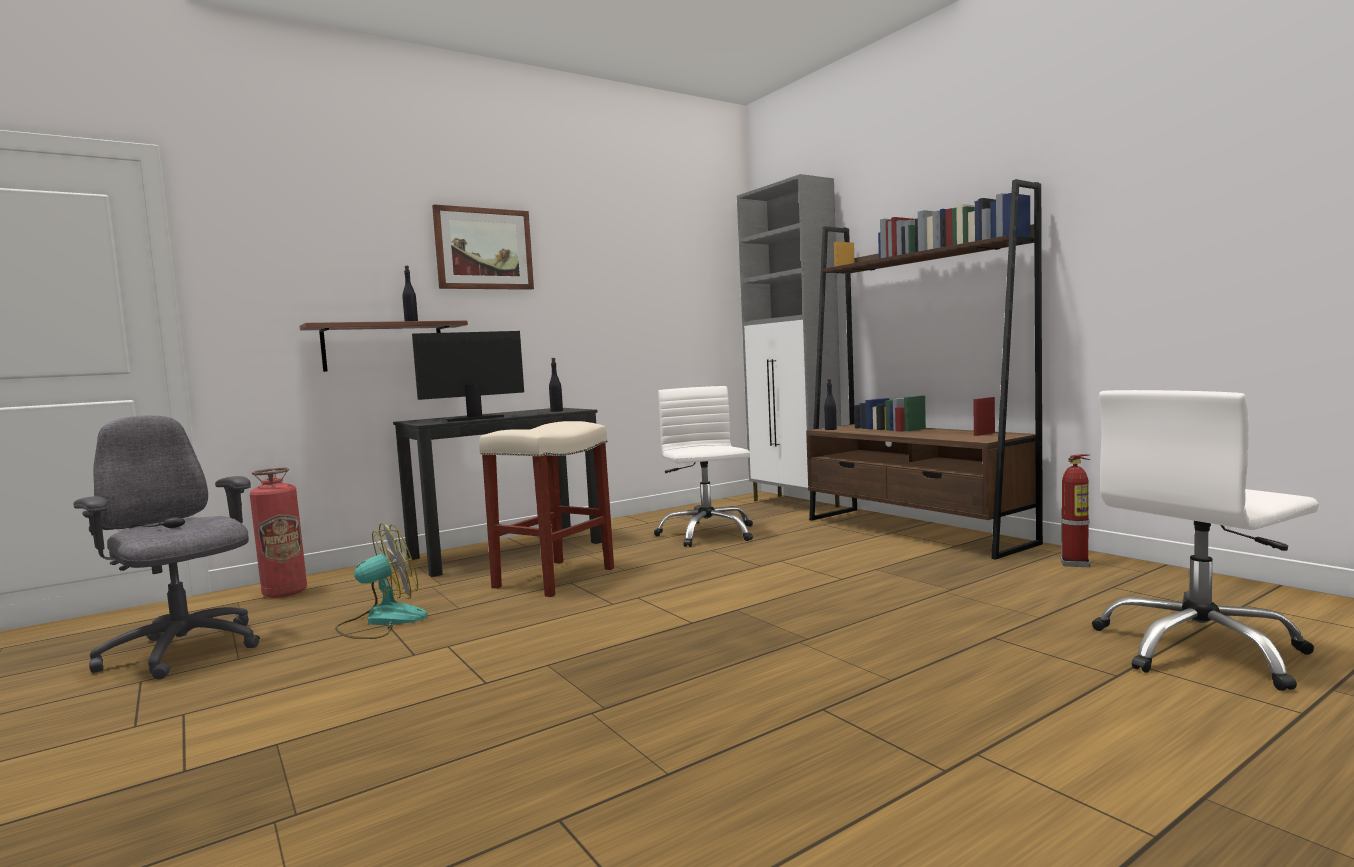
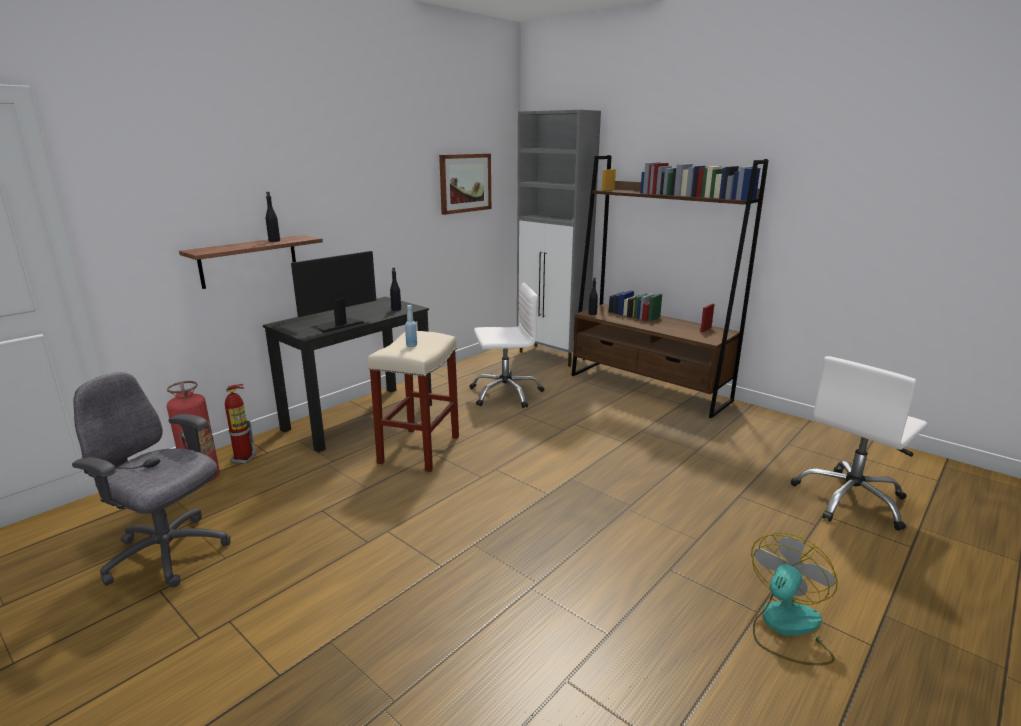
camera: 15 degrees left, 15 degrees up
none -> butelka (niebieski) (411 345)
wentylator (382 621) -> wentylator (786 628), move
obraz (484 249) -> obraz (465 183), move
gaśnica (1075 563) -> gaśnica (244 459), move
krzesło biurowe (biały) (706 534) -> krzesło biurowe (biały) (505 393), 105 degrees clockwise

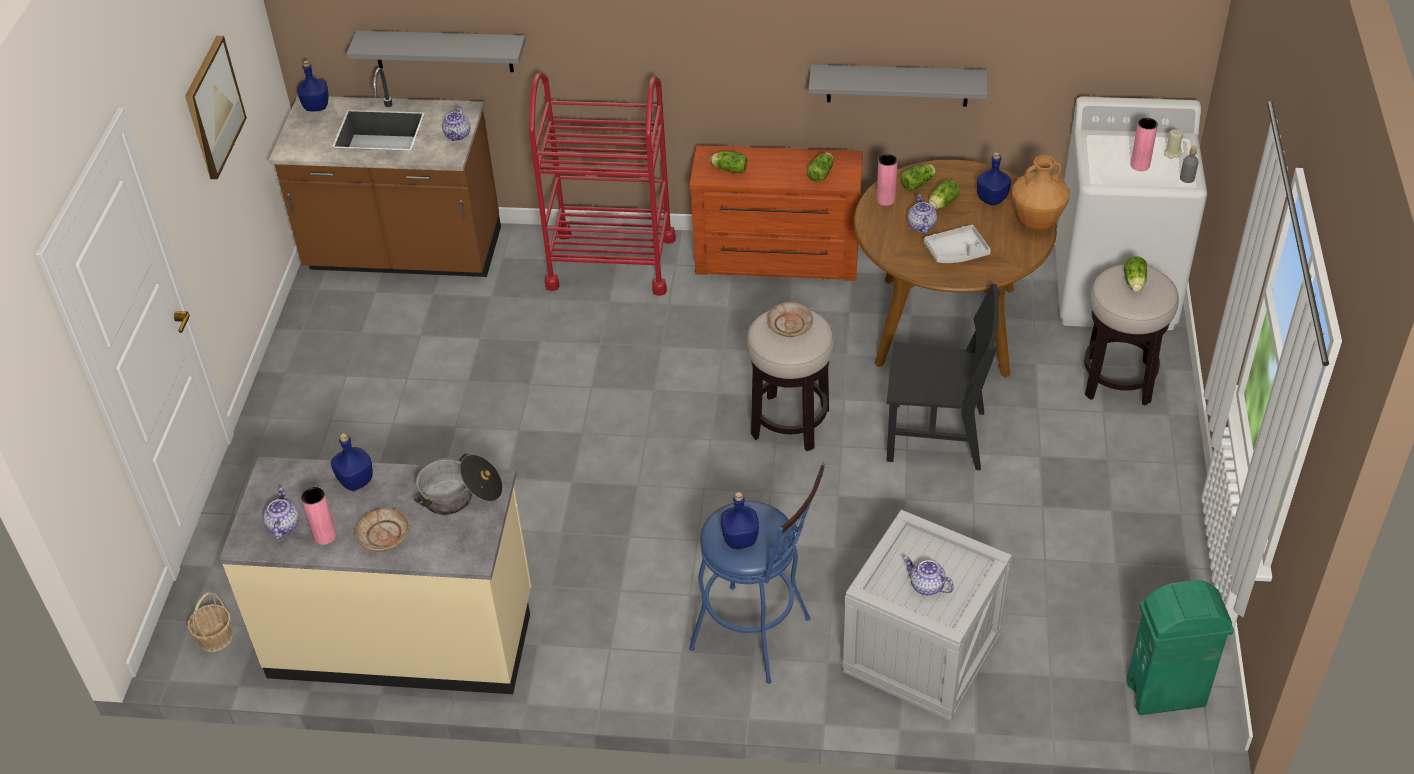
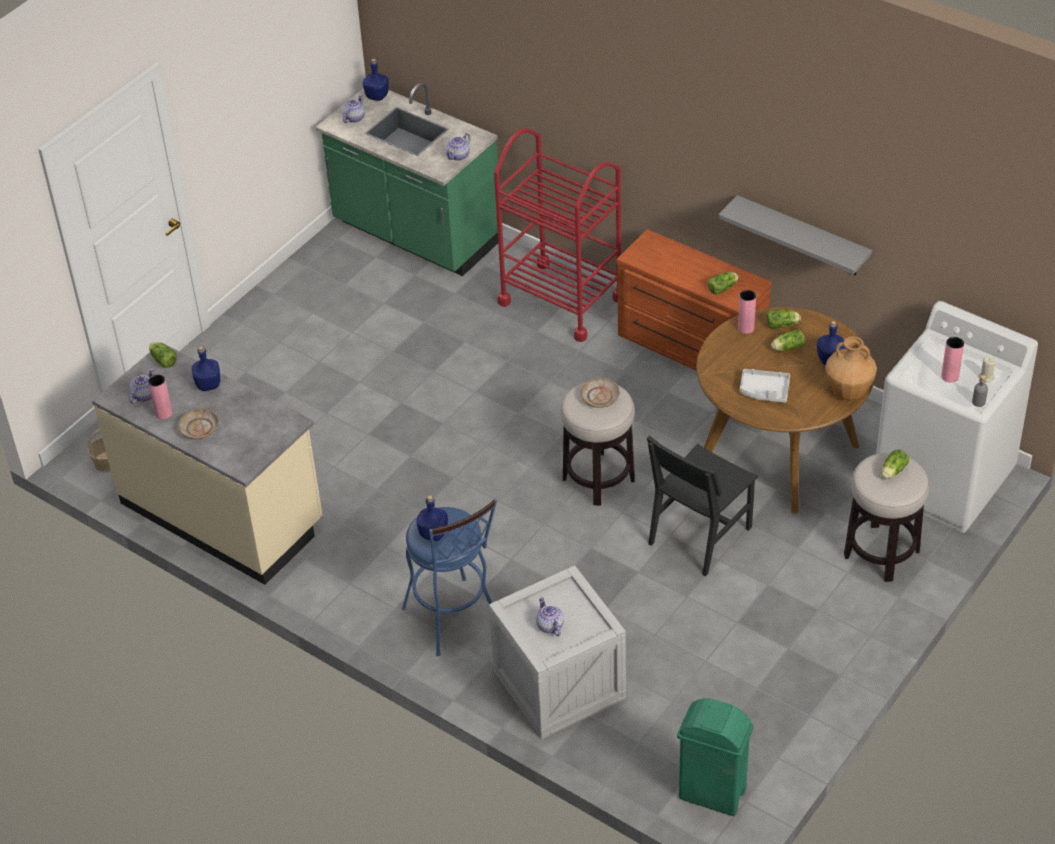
camera: 30 degrees right, 0 degrees up
obraz (213 107) -> none
półka (szary) (443 51) -> none
garnek (460 495) -> none
sałata (728 169) -> sałata (163 360), move
imbryk (921 225) -> imbryk (354 118), move
zabudowa kuchenna (brązowy) (404 254) -> zabudowa kuchenna (zielony) (416 235)
krzesło (czarny) (936 436) -> krzesło (czarny) (699 535), 90 degrees clockwise

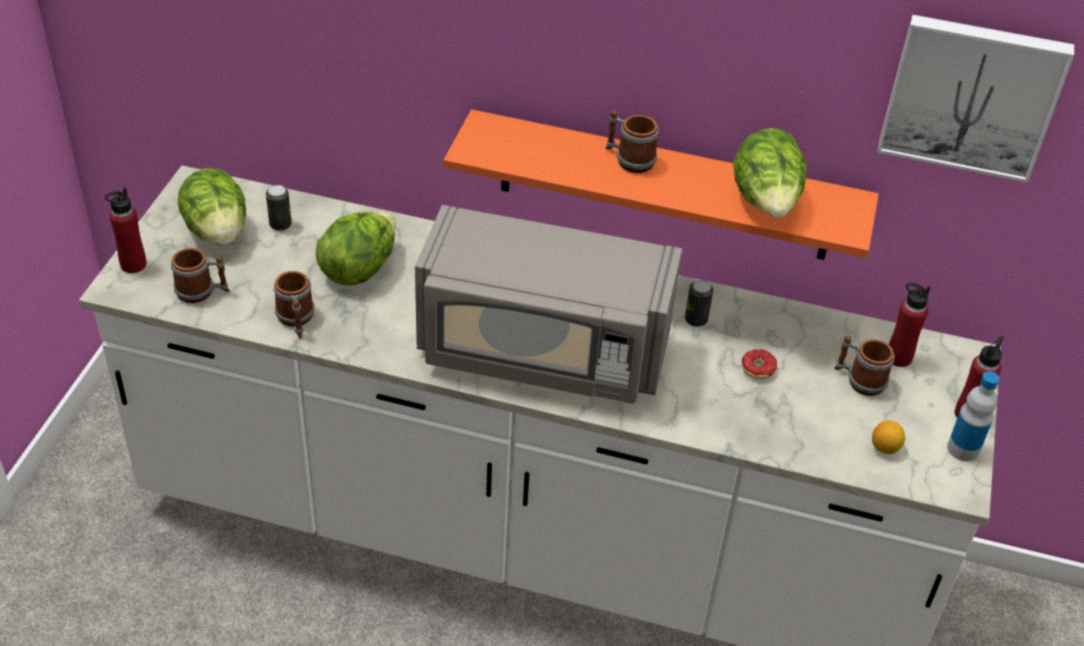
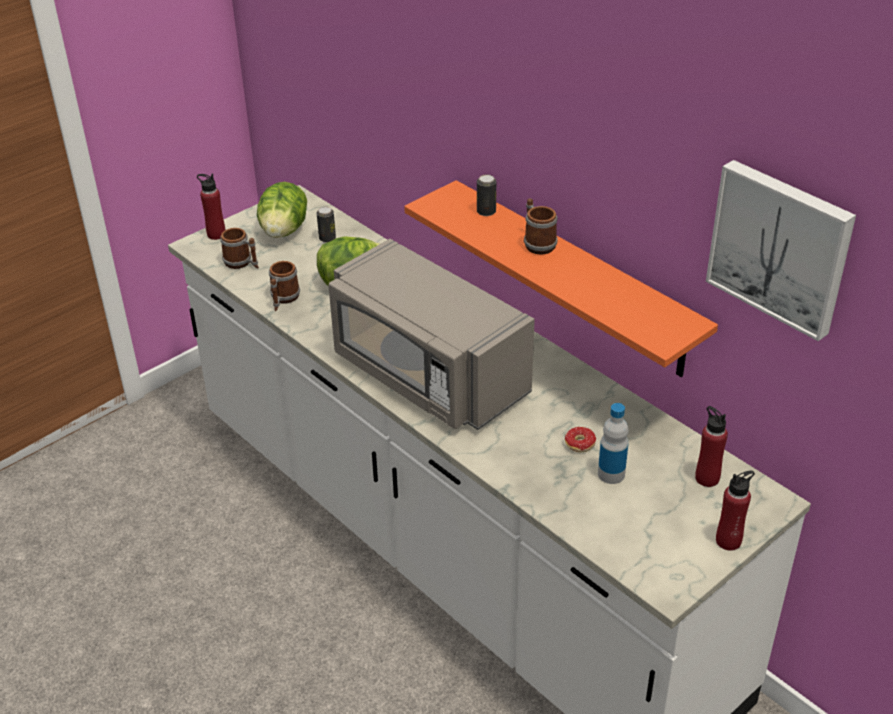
camera: 35 degrees right, 5 degrees down
sałata (766 203) -> none
kubek (859 380) -> none
cytryna (885 448) -> none
puszka (696 319) -> puszka (486 211), move
butelka (963 449) -> butelka (611 474), move

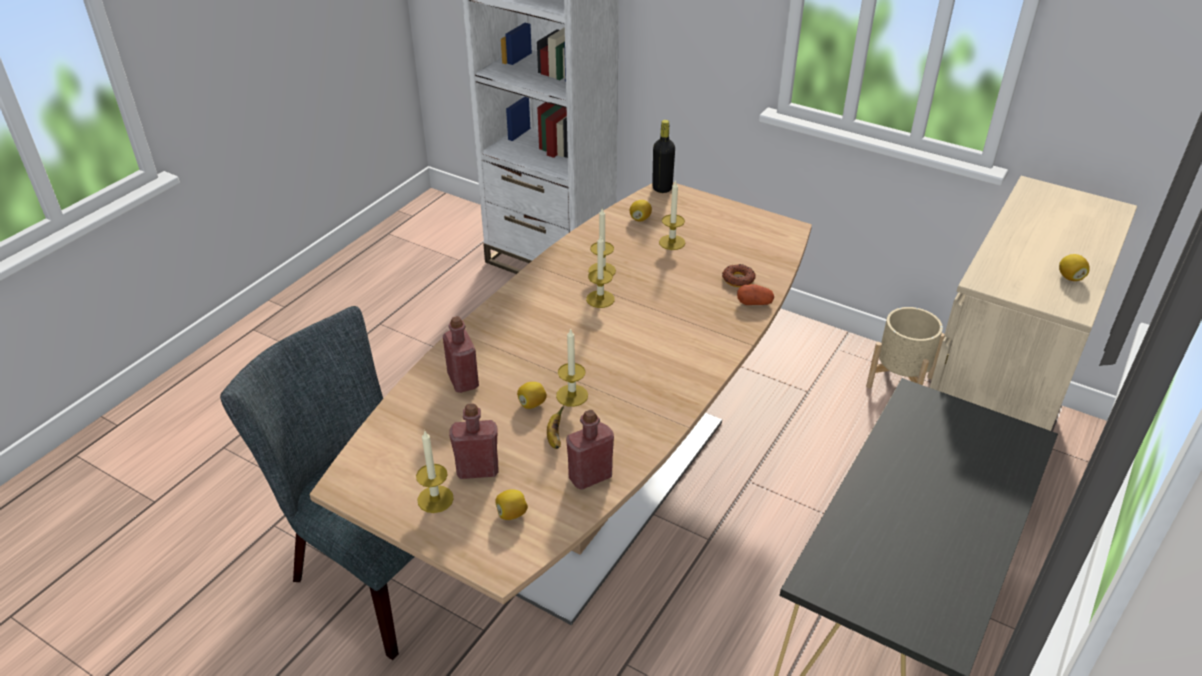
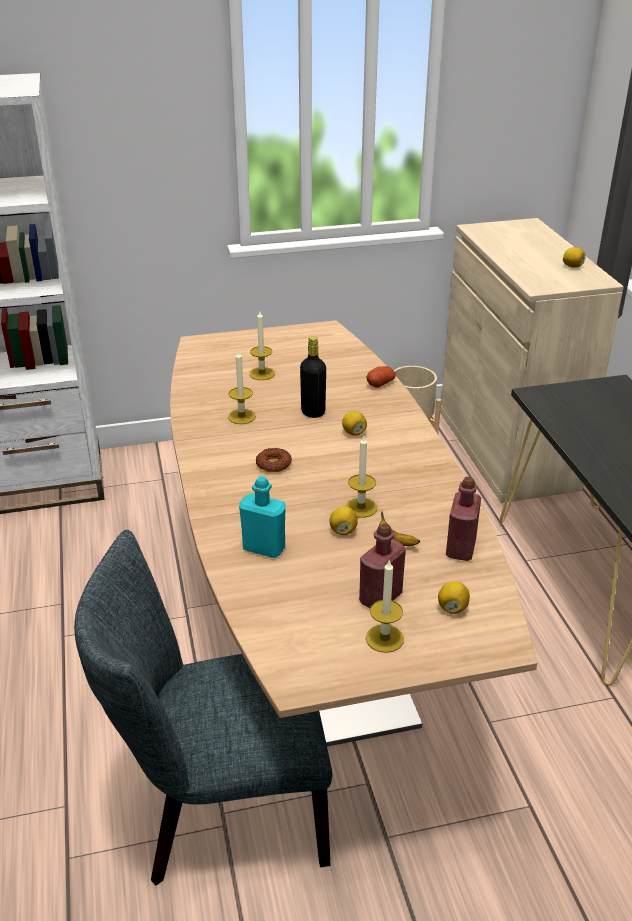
camera: 45 degrees left, 5 degrees down
świeca (600 299) -> none
cytryna (640 219) -> cytryna (353 432), move
butelka (czarny) (662 188) -> butelka (czarny) (313 412), move
donut (738 279) -> donut (273 464), move
butelka (czerwony) (463 381) -> butelka (turkusowy) (264 548)

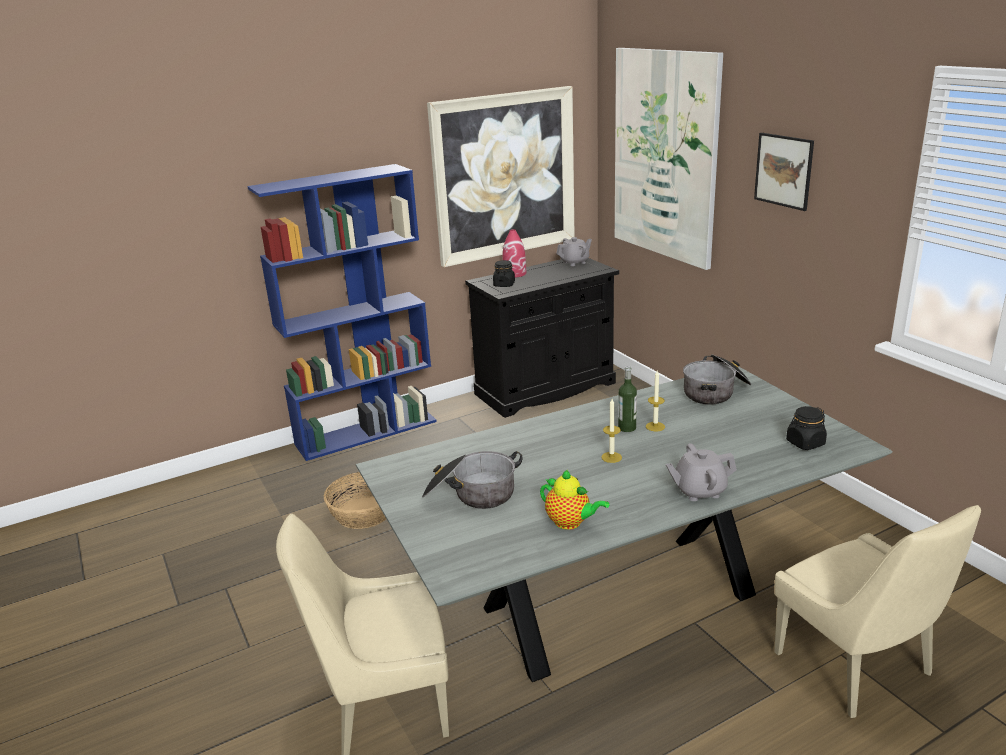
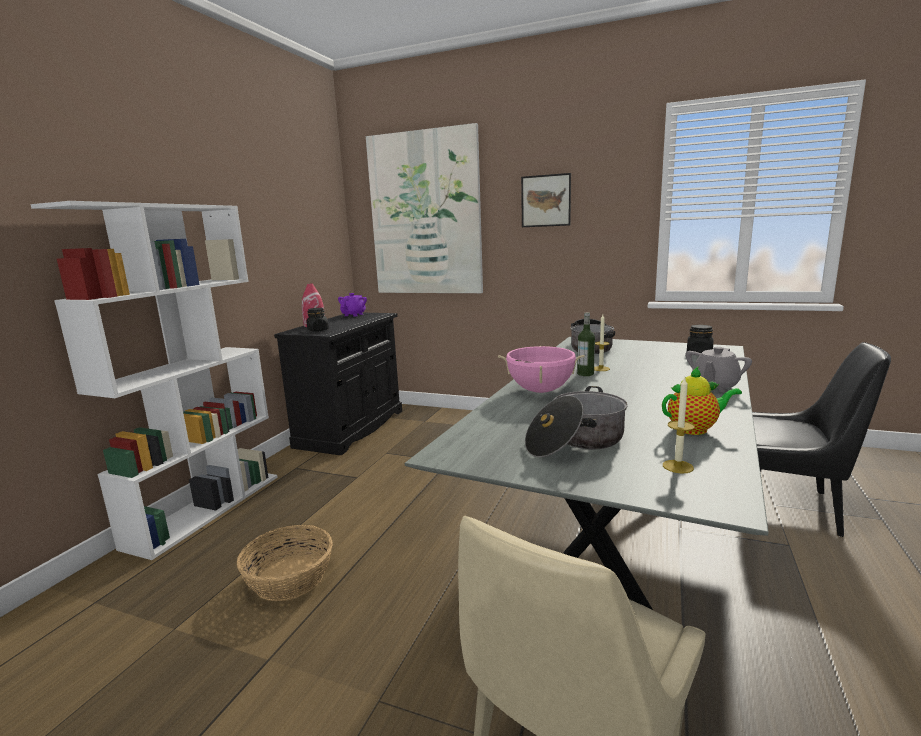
camera: 40 degrees left, 10 degrees down
obraz (504 175) -> none
none -> garnek (różowy) (540 391)
świeca (611 457) -> świeca (677 466), move
regał (niebieski) (367 432) -> regał (biały) (206 509)
imbryk (szary) (574 262) -> imbryk (fioletowy) (353 315)
krzesło (beżowy) (856 667) -> krzesło (czarny) (792 507)

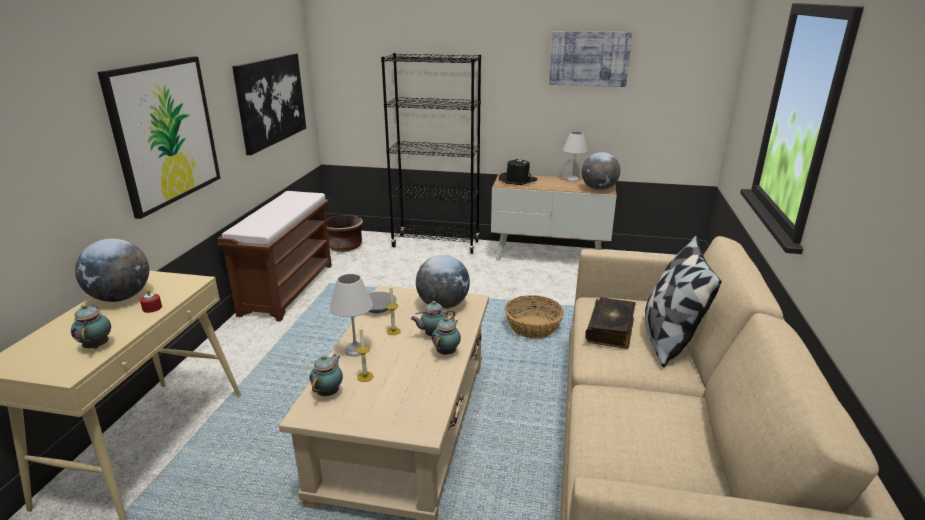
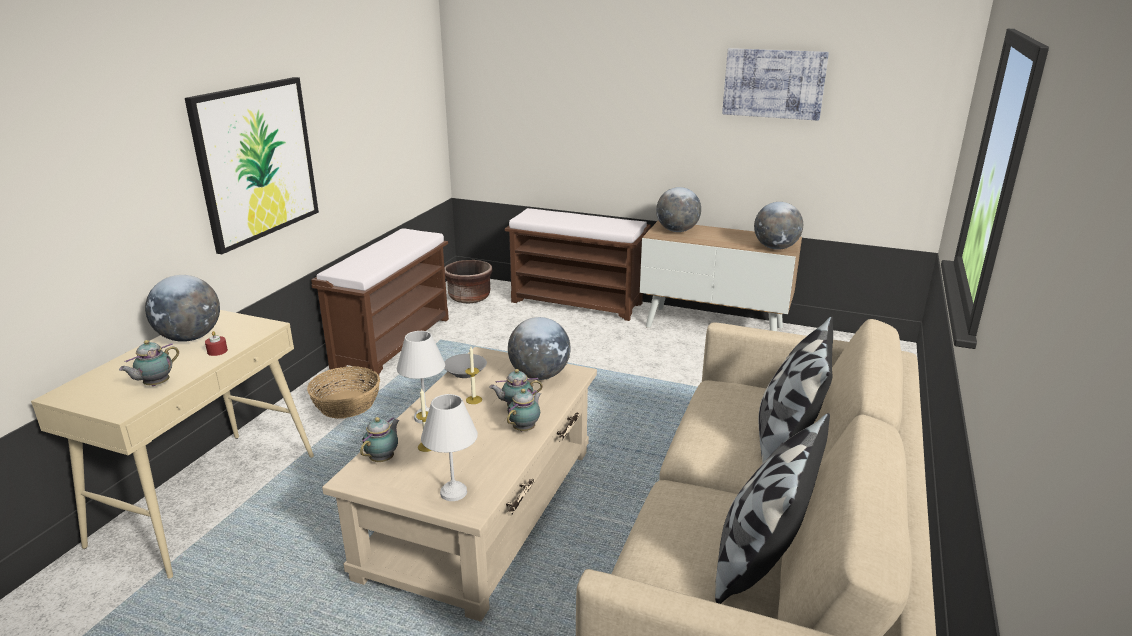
camera: 10 degrees right, 0 degrees up
obraz (271 101) -> none
książka (611 330) -> none
none -> poduszka (760 560)
koszyk (532 327) -> koszyk (347 404), move
lampa stołowa (biały) (573 180) -> lampa stołowa (biały) (454 493), move
regał (czarny) (436 244) -> ławka (brązowy) (578 302)
kapelusz (czarny) (517 180) -> globus (677 231)
imbryk (97 345) -> imbryk (155 385), 135 degrees counterclockwise

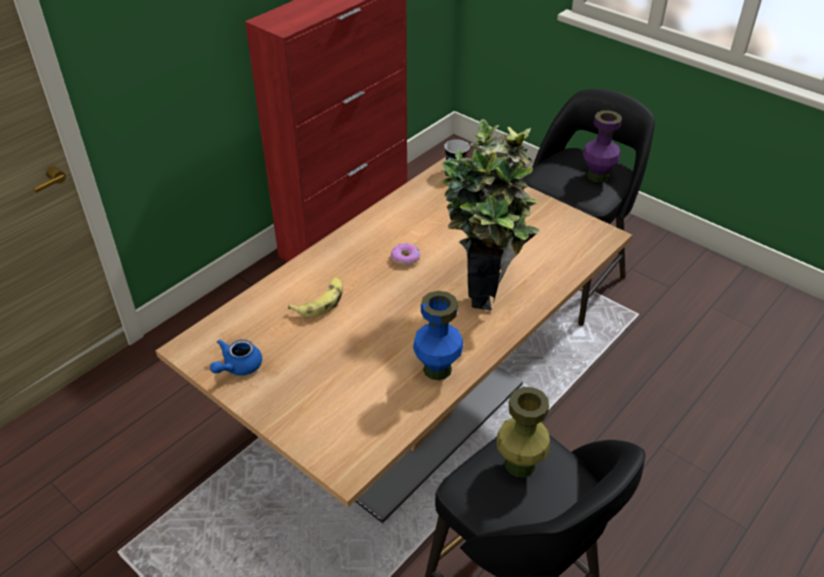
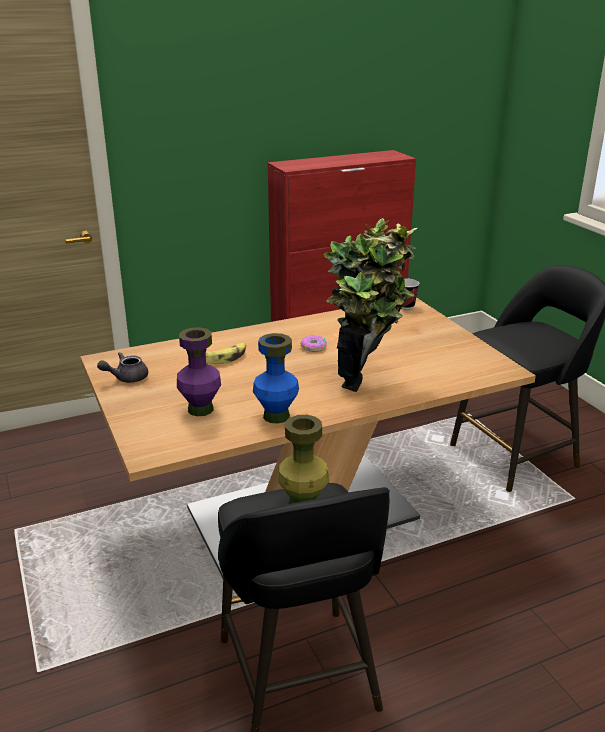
camera: 25 degrees right, 15 degrees down
wazon (fioletowy) (597 176) -> wazon (fioletowy) (201 409), move
imbryk (niebieski) (238 367) -> imbryk (szary) (126 378)

